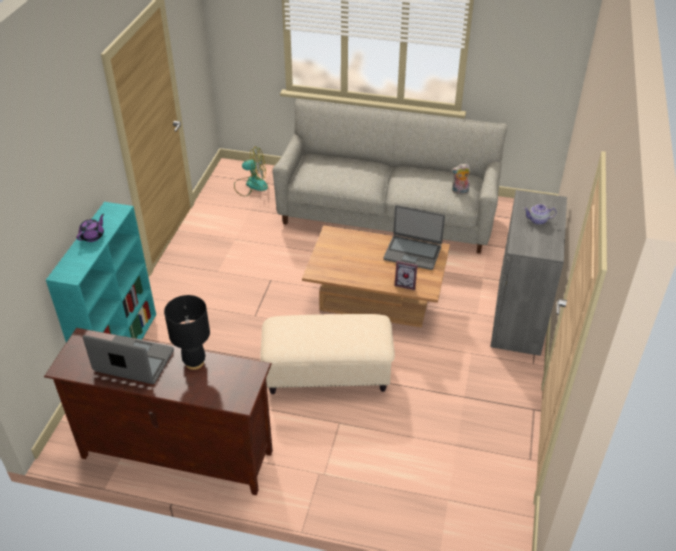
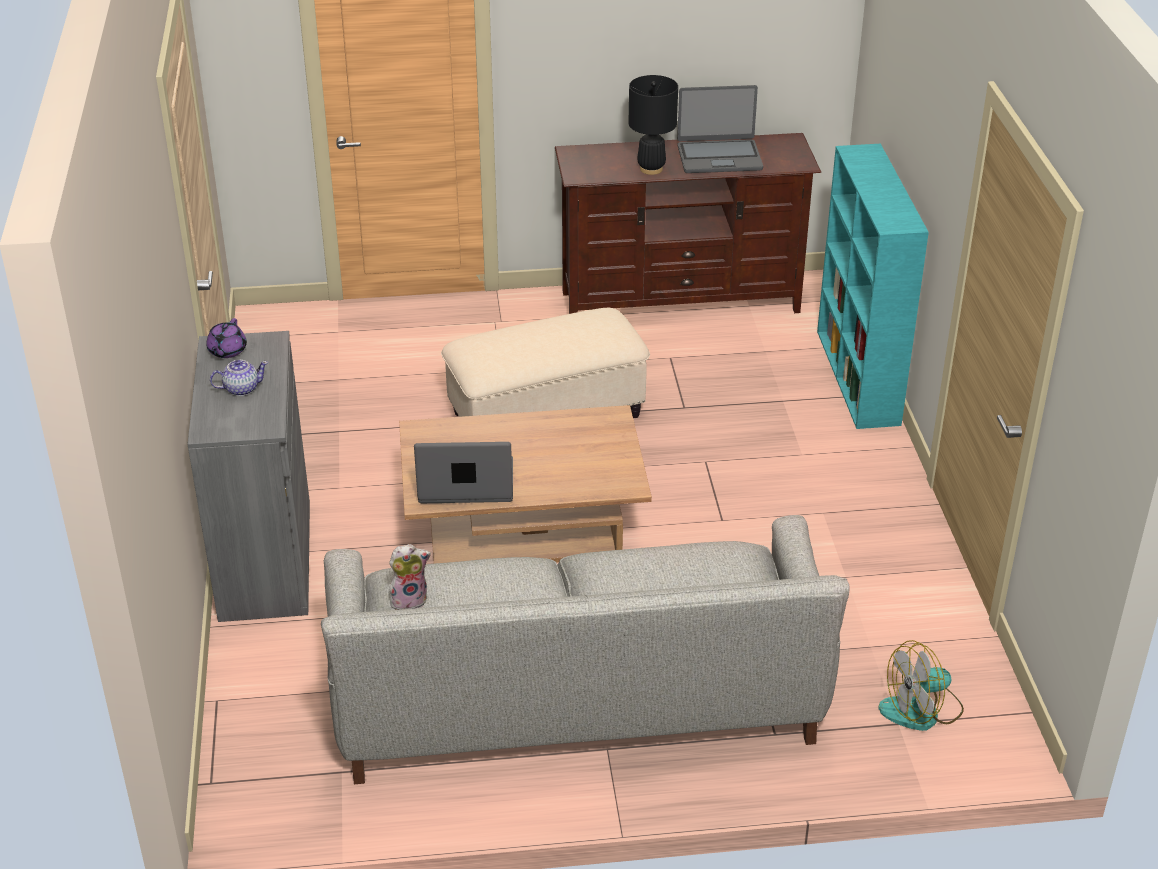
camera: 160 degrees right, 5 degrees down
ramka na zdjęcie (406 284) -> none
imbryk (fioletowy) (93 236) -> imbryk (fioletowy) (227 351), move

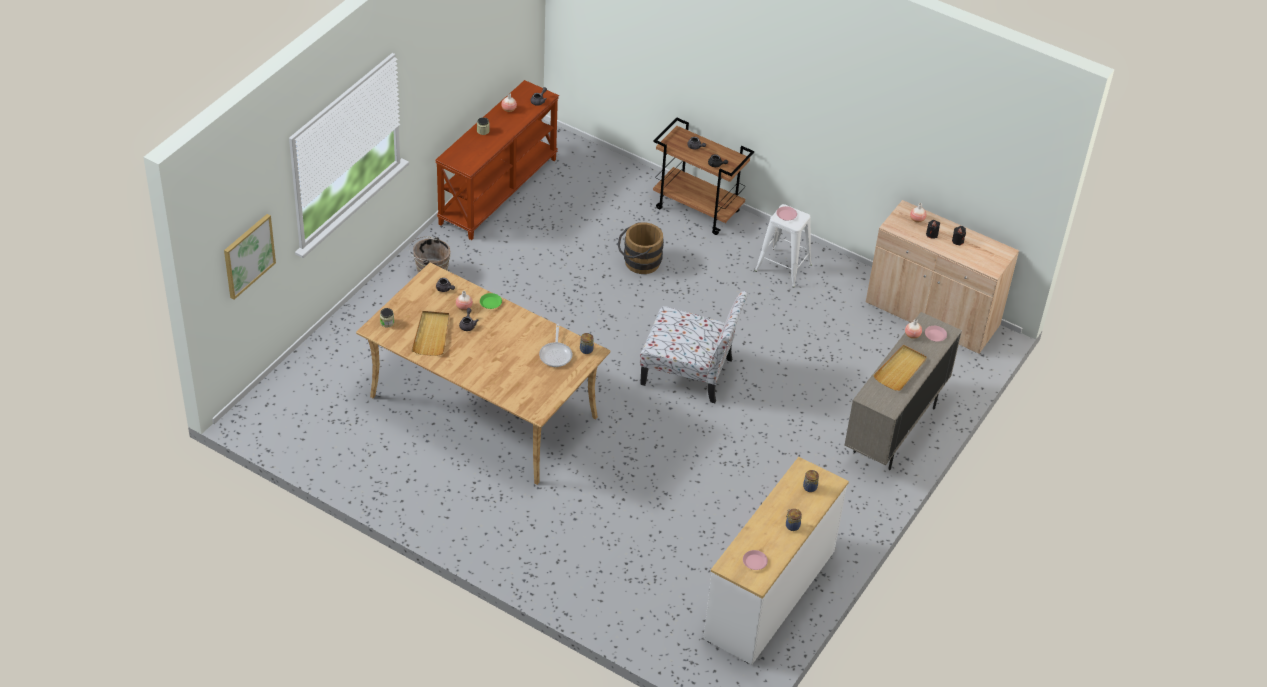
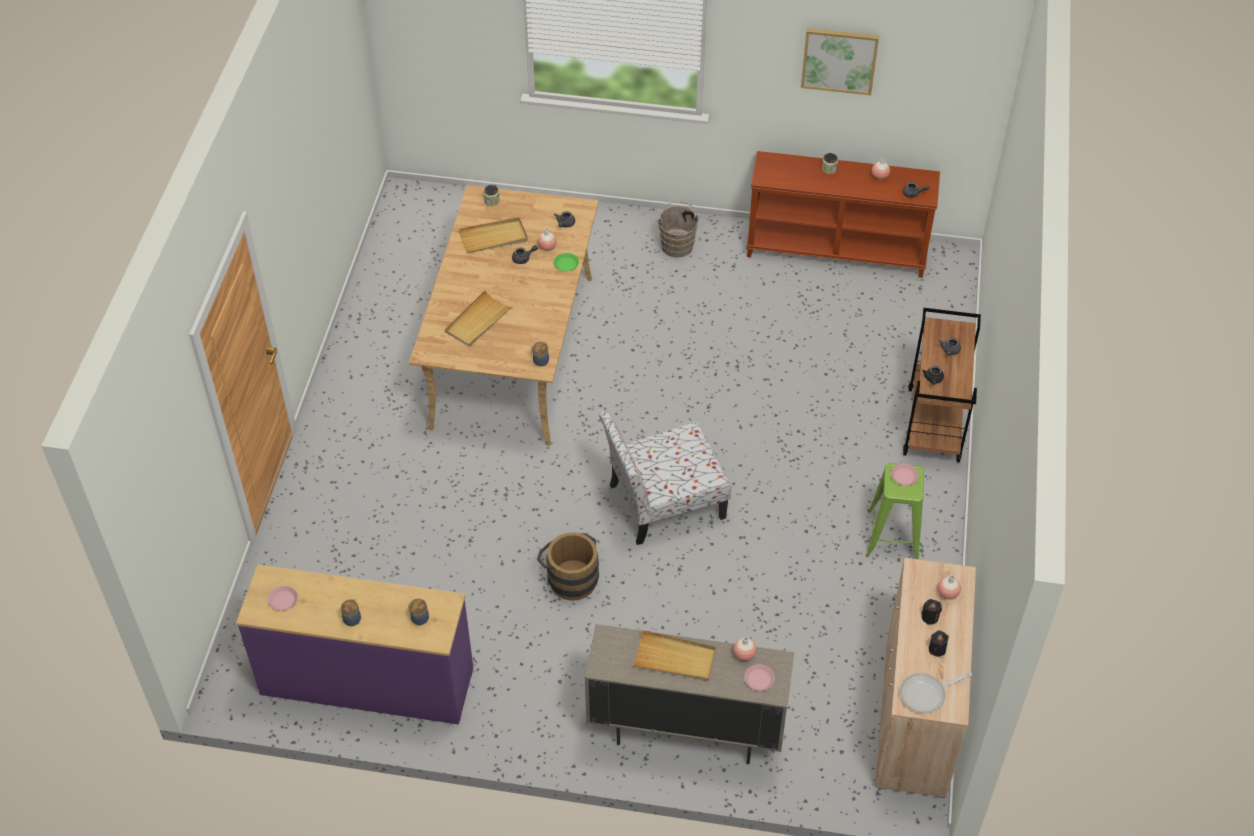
camera: 70 degrees right, 5 degrees up
none -> taca (beżowy) (478 321)
obraz (248 255) -> obraz (839 60), move
patelnia (556 354) -> patelnia (926 694), move
wiadro (brązowy) (638 262) -> wiadro (brązowy) (570 577), move
komoda (biały) (770 595) -> komoda (fioletowy) (367 682)
stołek (biały) (782 267) -> stołek (zielony) (893 535)
krzesło (689 372) -> krzesło (663 502), 75 degrees clockwise

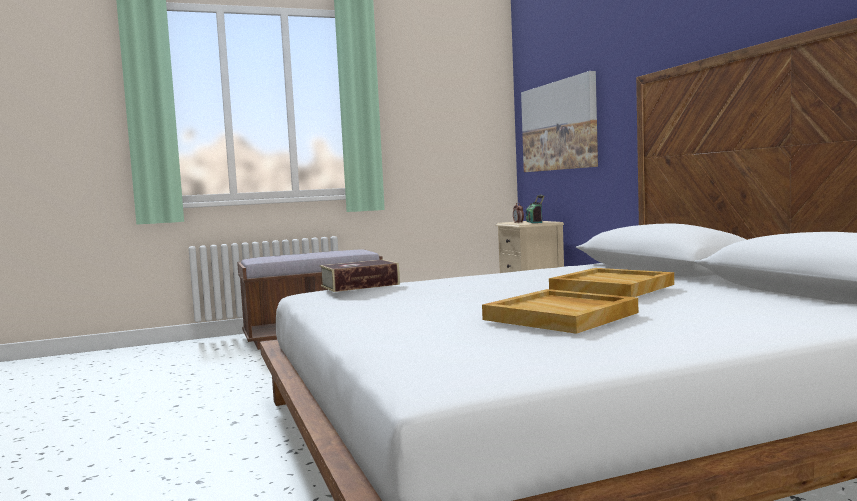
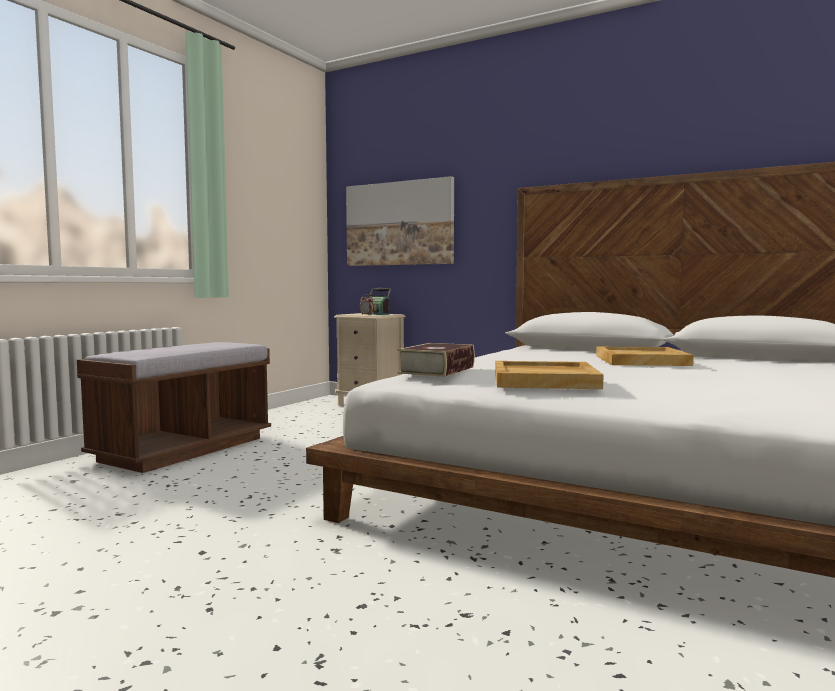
camera: 40 degrees left, 0 degrees up
taca (beżowy) (562 316) -> taca (beżowy) (545 380), move

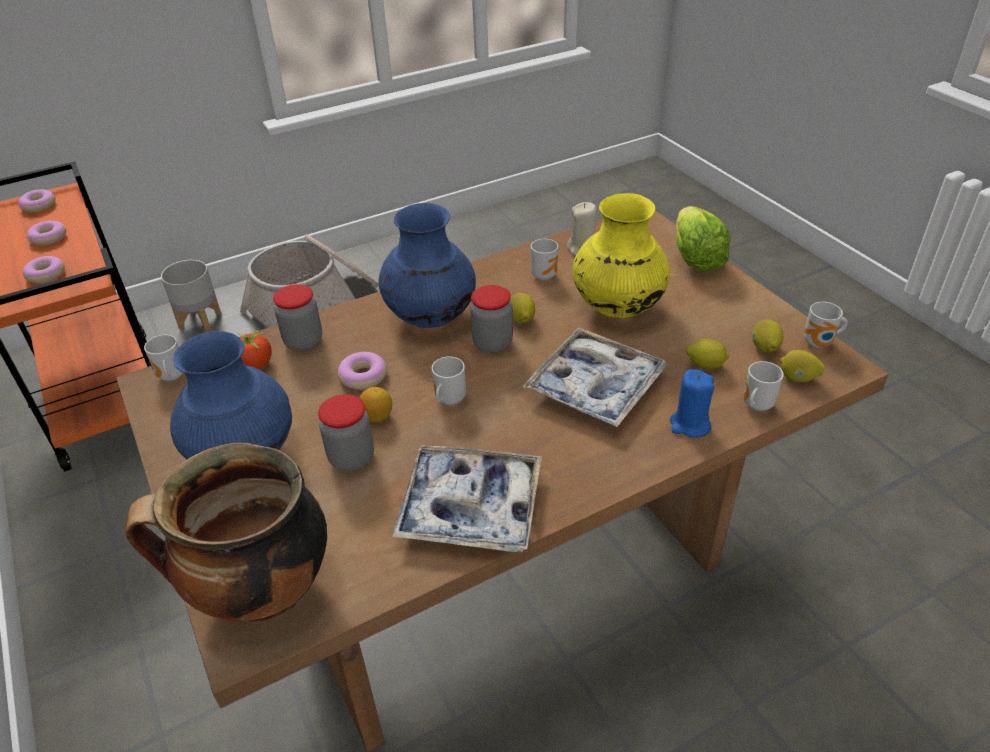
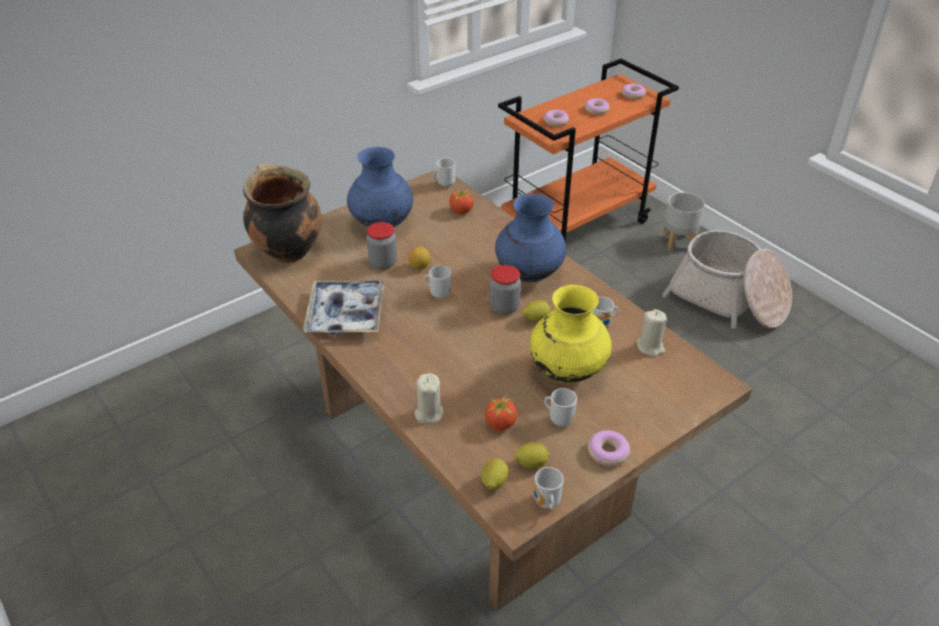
camera: 80 degrees right, 0 degrees up
słoik (303 342) -> none
taca (595 386) -> none
sałata (695 259) -> none
donut (363 376) -> donut (608 452), move
kubek (755 405) -> kubek (560 419), move
cytryna (705 365) -> pomidor (500 424)
świeca (niebieski) (689 425) -> świeca (beżowy) (428 413)

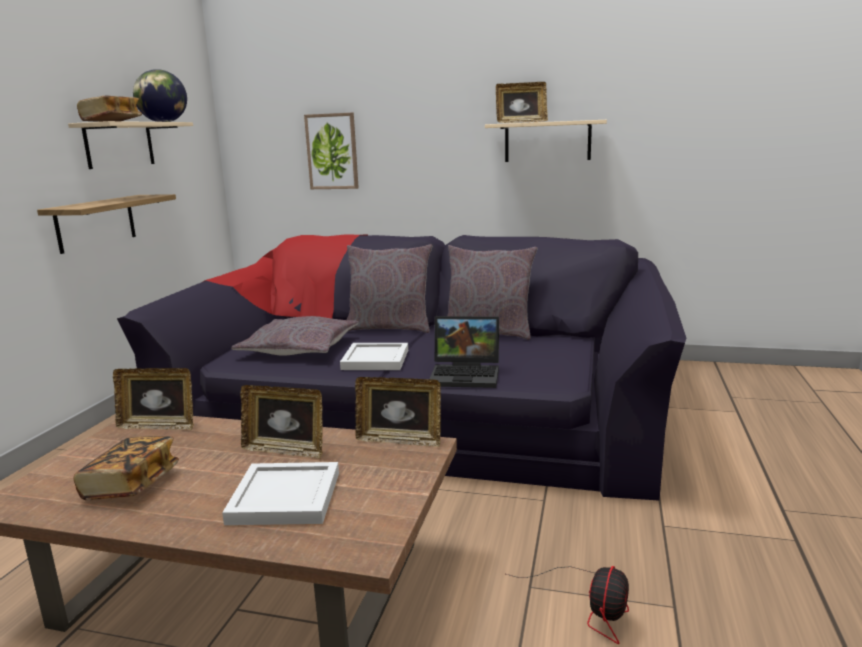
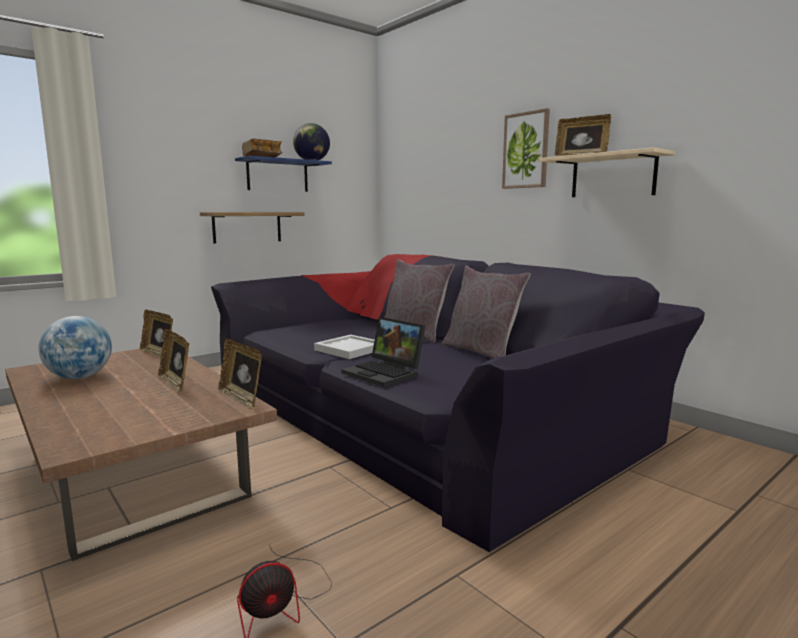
camera: 35 degrees right, 5 degrees down
taca (biały) (283 498) -> none
poduszka (szary) (299 348) -> none
obraz (332 151) -> obraz (526 150), move
książka (131 485) -> globus (80 377)
półka (beżowy) (119 145) -> półka (niebieski) (277 176)

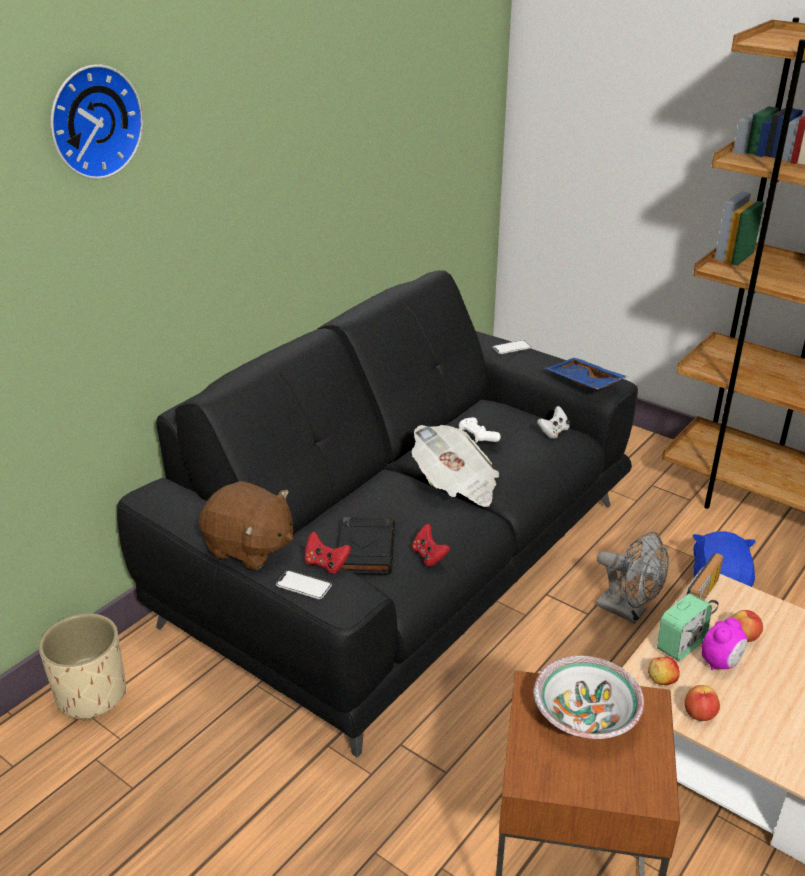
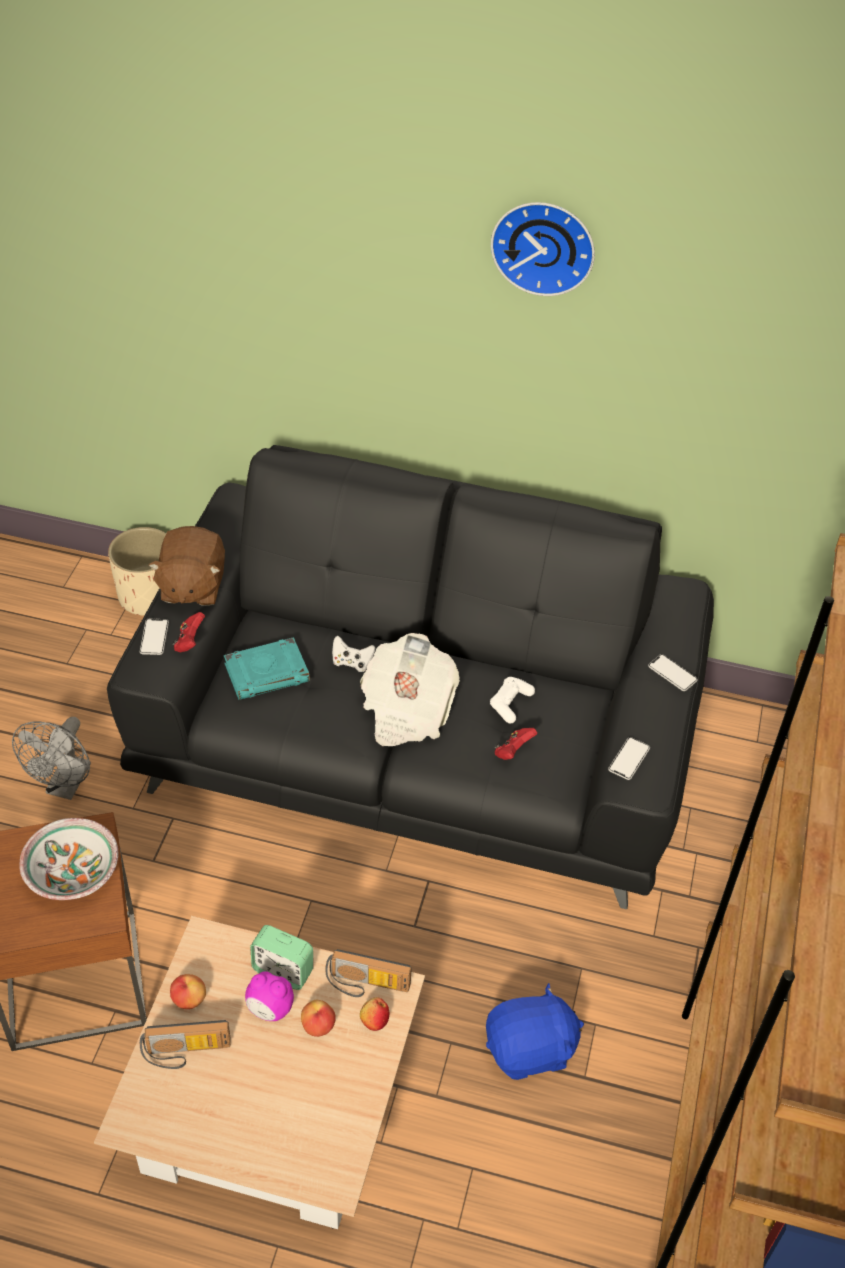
camera: 65 degrees right, 15 degrees up
none -> radio (186 1053)
zegar ścienny (92 121) -> zegar ścienny (544 245), move
pad do gier (czerwony) (429 556) -> pad do gier (czerwony) (513 751), move
pad do gier (biały) (553 432) -> pad do gier (biały) (352 662), move
wentylator (szary) (628 611) -> wentylator (szary) (65 786), move
jabłko (662 680) -> jabłko (374 1020), move
taca (niebieski) (583 383) -> telefon (629 759)
książka (czarny) (366 550) -> książka (turkusowy) (267 673)

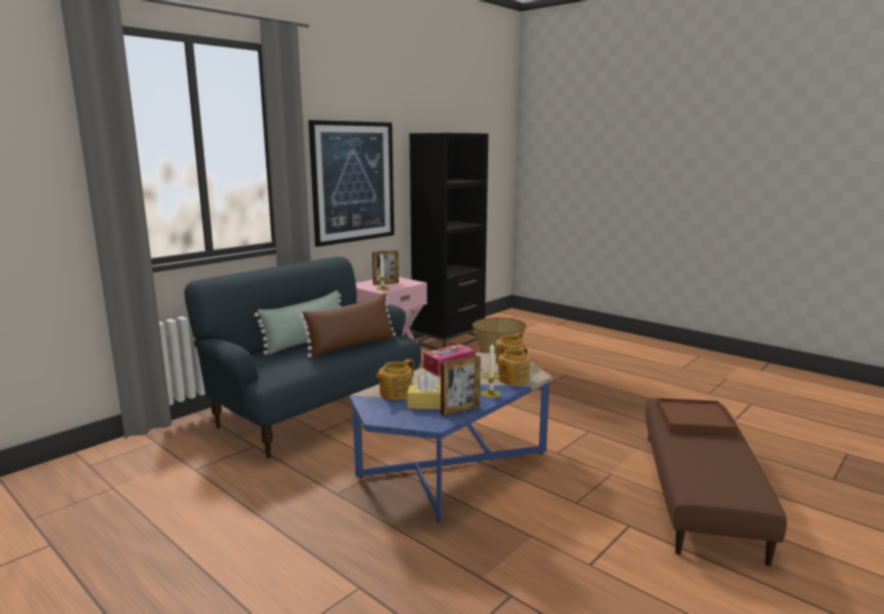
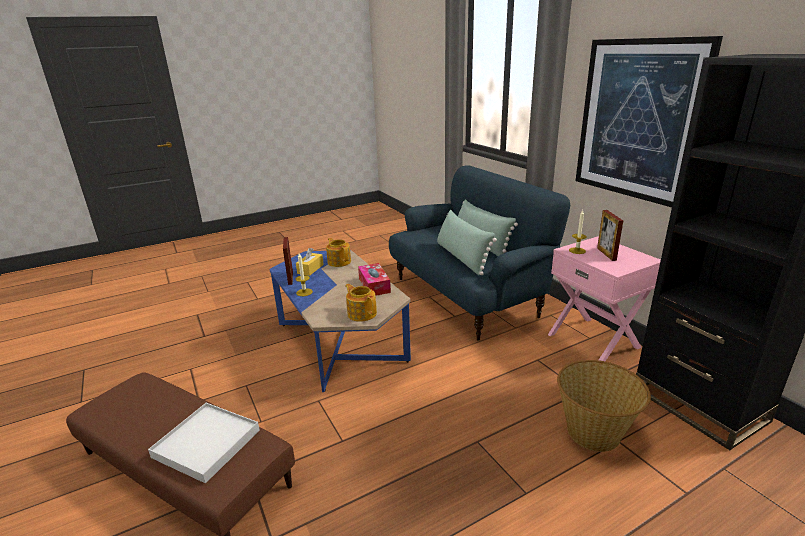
camera: 110 degrees right, 10 degrees up
imbryk (512 379) -> none
poduszka (brązowy) (352 345) -> poduszka (zielony) (462 258)
taca (brązowy) (694 420) -> taca (biały) (206 443)

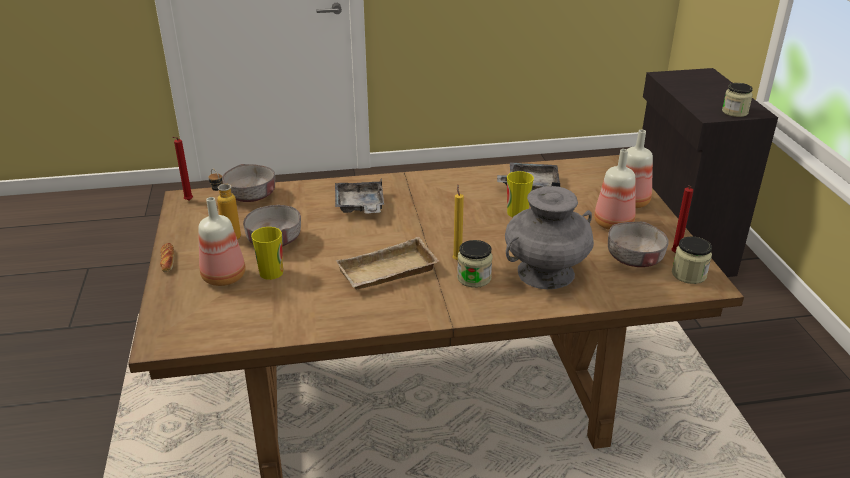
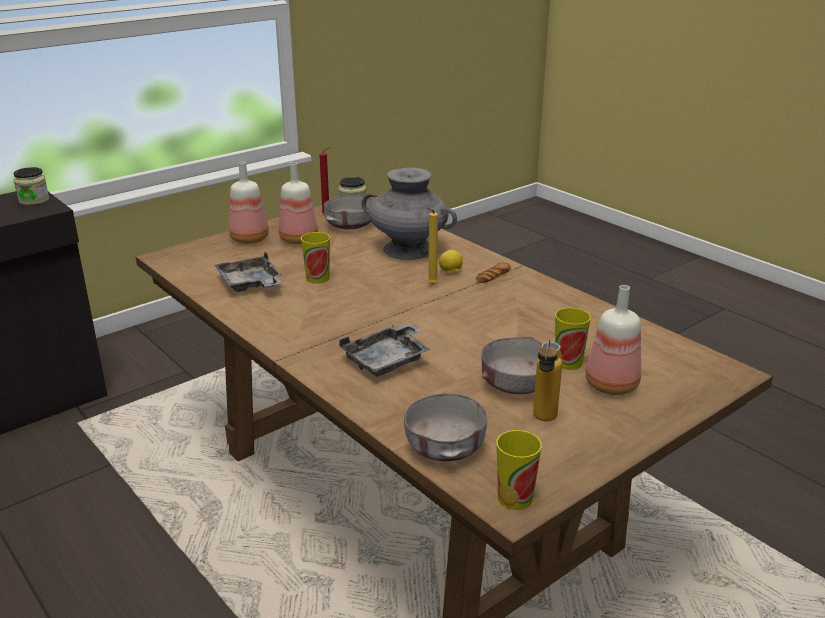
camera: 120 degrees left, 5 degrees down
taca (beżowy) (387 273) -> none
chleb (168 260) -> chleb (493 276), move
świeca (czerwony) (187 201) -> filiżanka (515 498)
słoik (474 278) -> cytryna (450 272)

